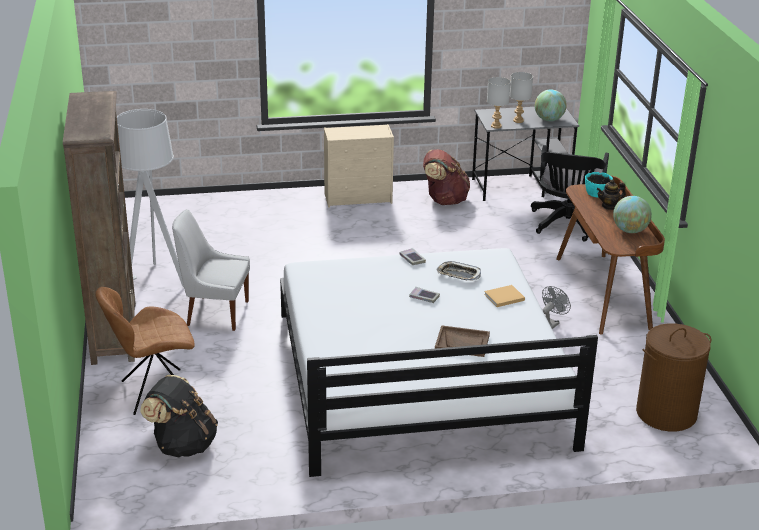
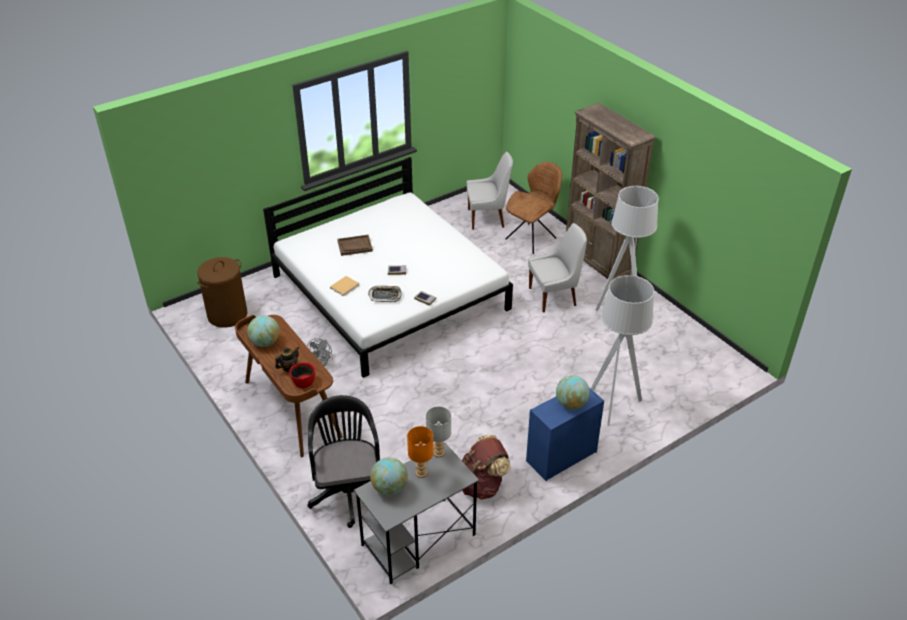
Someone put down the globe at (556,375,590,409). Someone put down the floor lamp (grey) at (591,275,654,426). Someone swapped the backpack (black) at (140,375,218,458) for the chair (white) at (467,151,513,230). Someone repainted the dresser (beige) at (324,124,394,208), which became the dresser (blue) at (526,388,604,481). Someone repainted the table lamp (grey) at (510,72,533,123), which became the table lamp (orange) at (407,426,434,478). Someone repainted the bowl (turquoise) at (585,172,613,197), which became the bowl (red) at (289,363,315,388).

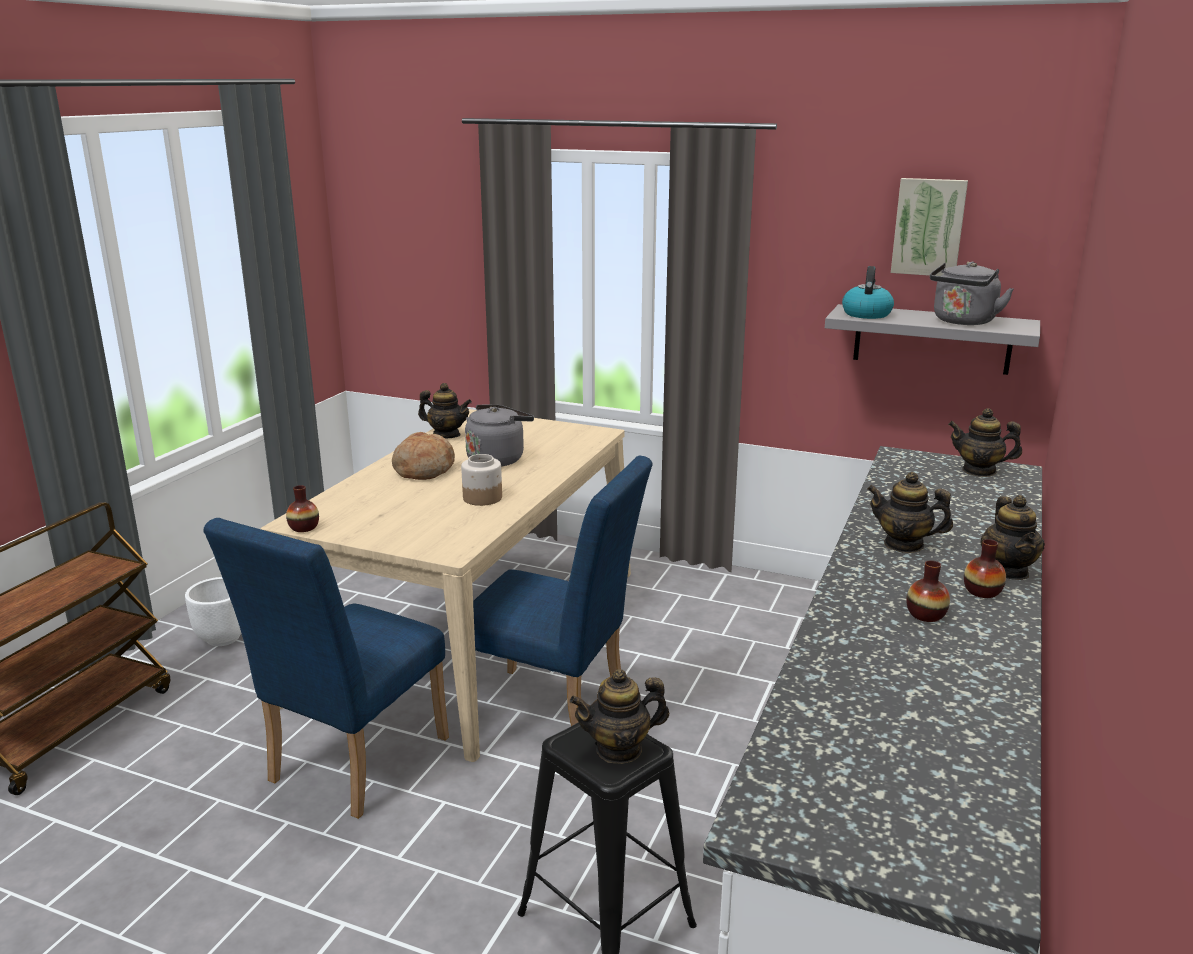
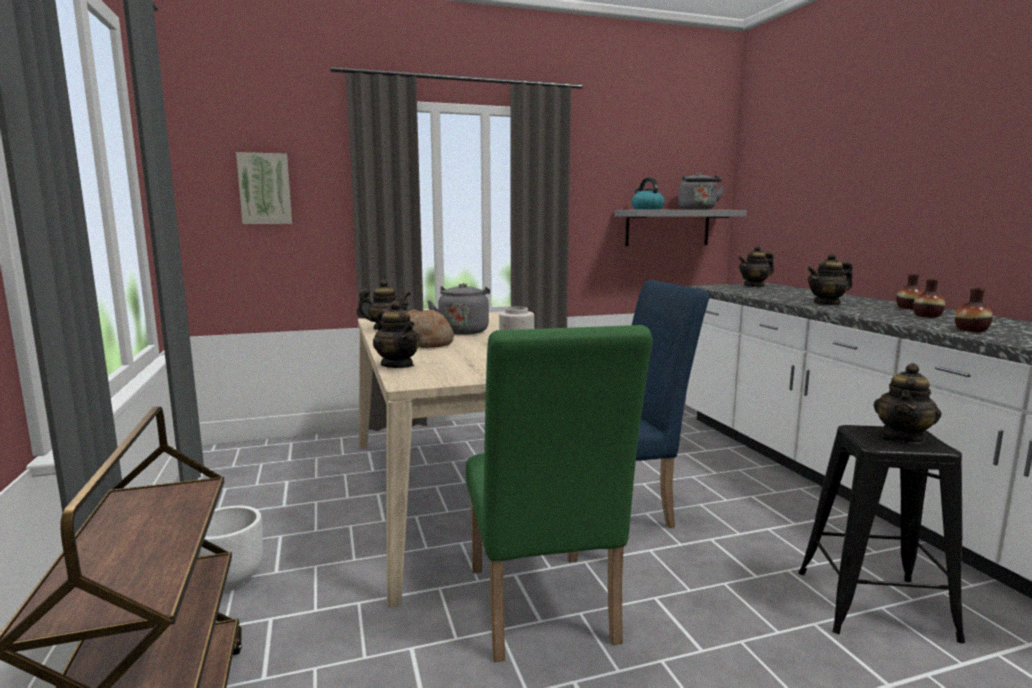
Someone carried the vase from (286,485,319,532) to (955,288,993,332). Someone carried the picture from (891,178,968,276) to (236,152,292,224). Someone carried the teapot from (980,495,1045,580) to (373,300,420,368). Someone repainted the chair (blue) at (203,518,449,819), which became the chair (green) at (466,325,653,662).

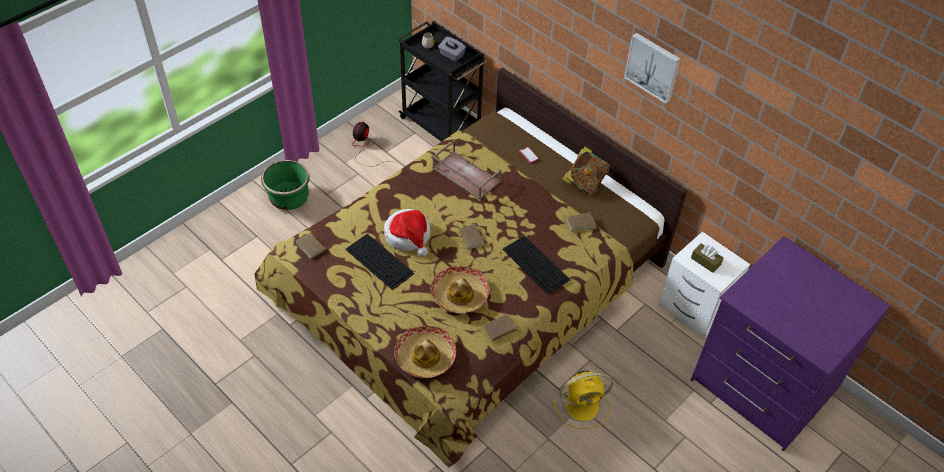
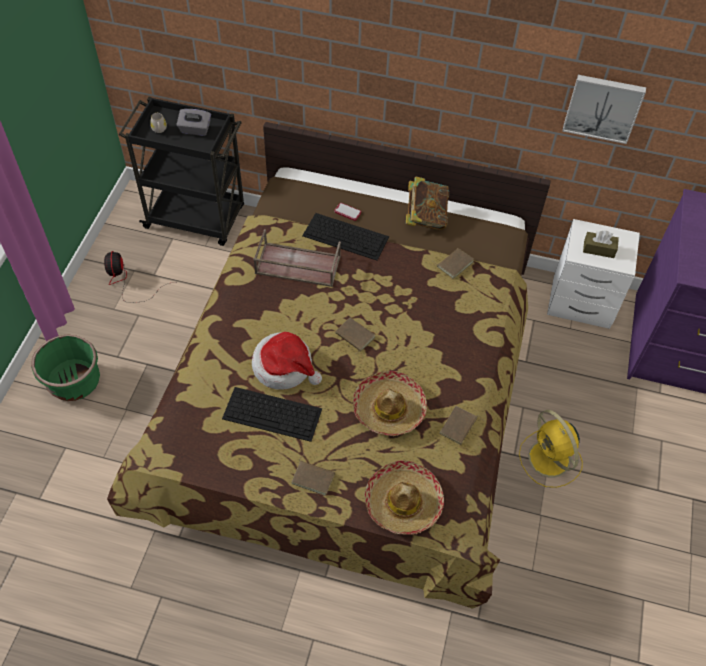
Someone carried the book (brown) from (296,230,326,259) to (291,454,335,496). Someone carried the keyboard from (502,236,570,294) to (302,213,389,260). Someone carried the picture from (624,33,680,104) to (562,75,646,144). Someone rotated the fan (yellow) at (553,371,613,429) by 105 degrees clockwise.

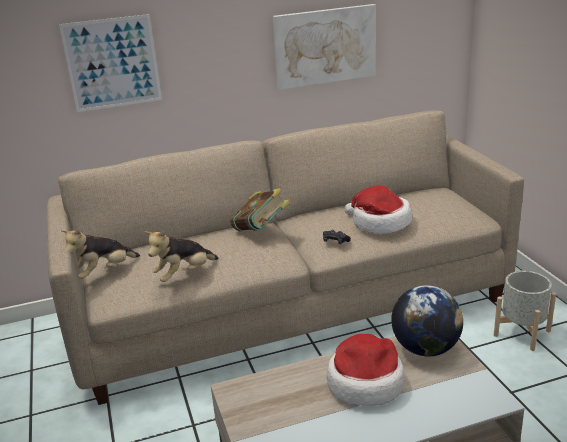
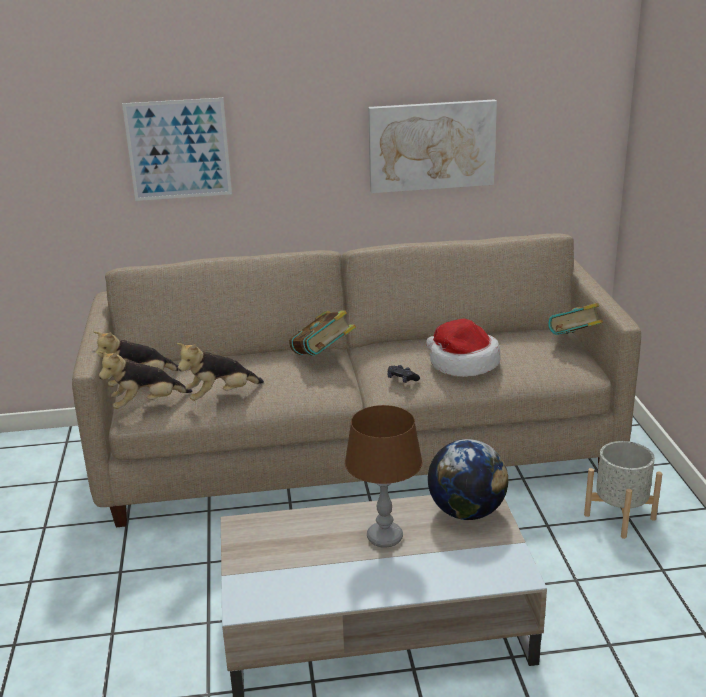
Someone put down the plush toy at (98,351,192,409). Someone put down the book at (548,303,603,335). Someone swapped the hat at (327,334,404,406) for the table lamp (brown) at (345,405,423,548).

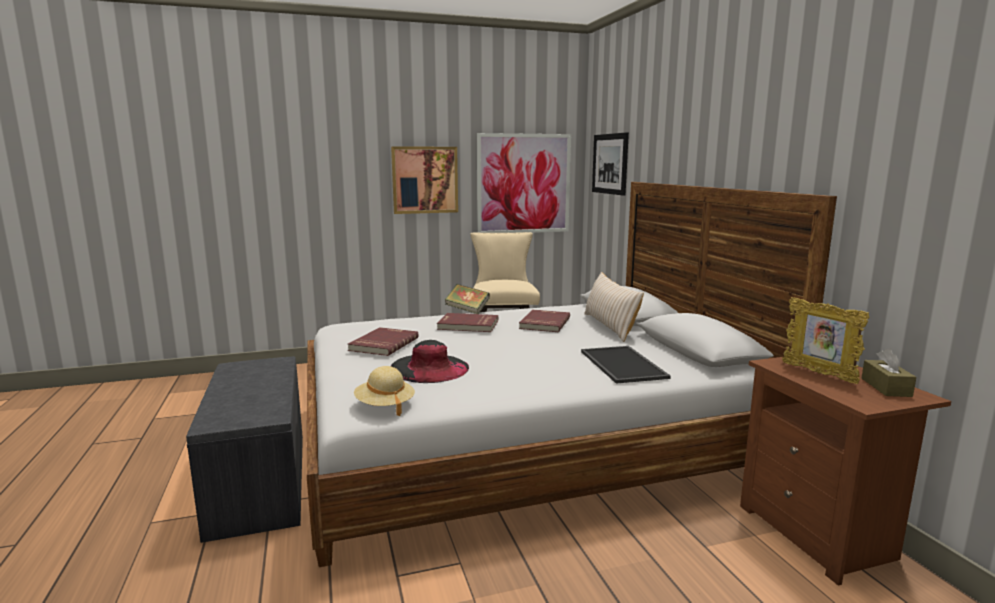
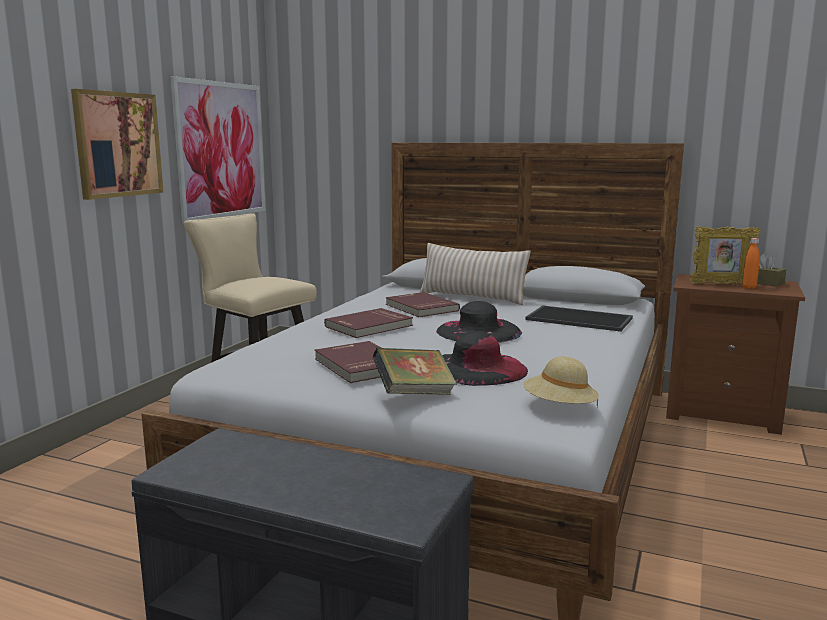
Someone took away the picture at (592,132,629,196). Someone put down the hat (black) at (436,301,522,343). Someone put down the bottle (orange) at (742,238,760,289). Someone carried the book from (445,284,490,314) to (373,348,457,395).

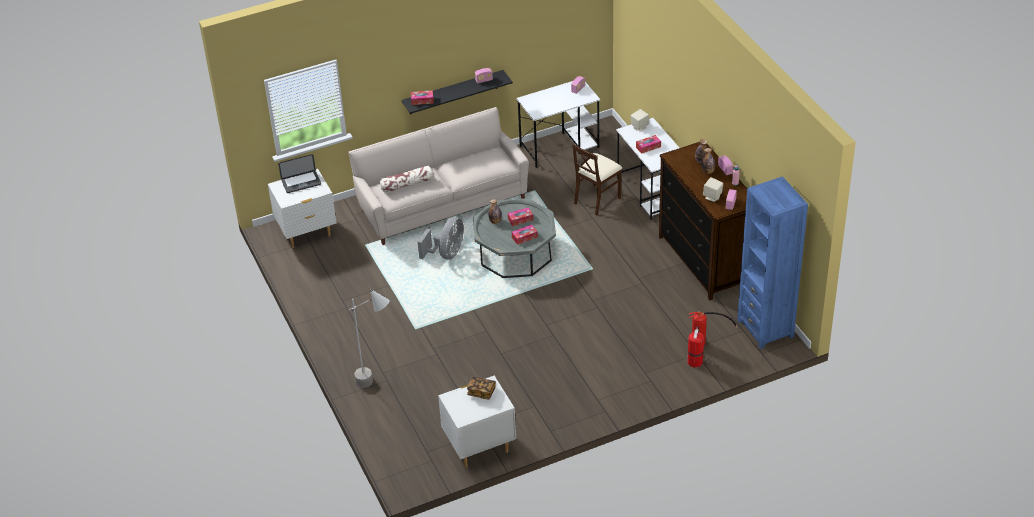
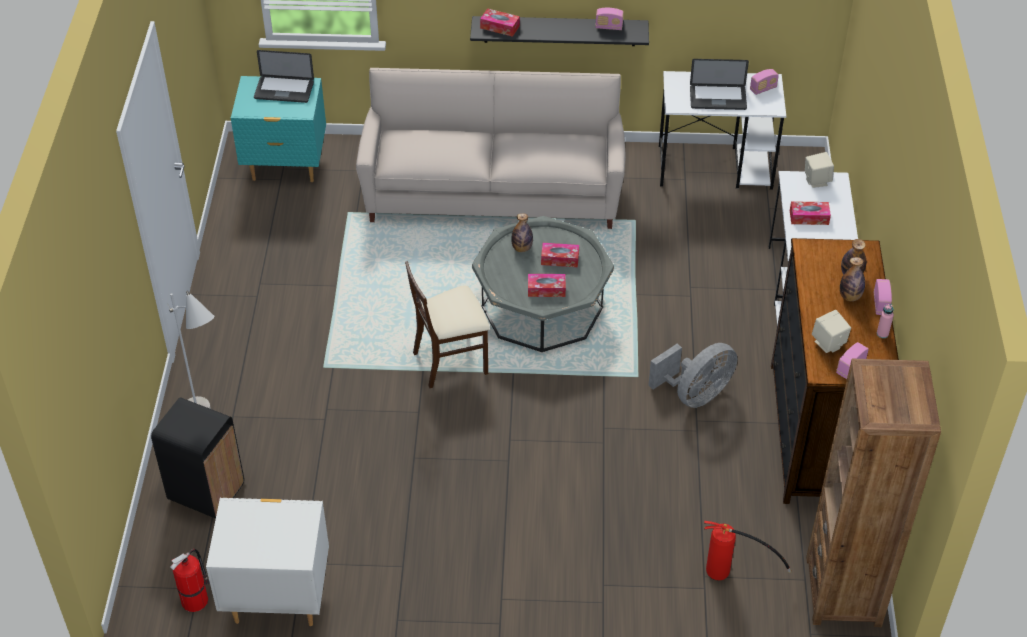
Someone took away the pillow at (380,165,433,193). Someone took away the book at (467,377,496,399). Someone put down the trash can (black) at (151,397,244,519). Someone put down the laptop at (690,59,749,110). Someone carried the fan (grey) from (418,217,464,259) to (648,343,737,408). Someone carried the chair (beige) from (572,144,622,216) to (405,261,490,388). Someone carried the fire extinguisher from (687,326,704,368) to (170,549,210,612). Someone repainted the nightstand (white) at (268,169,336,248), which became the nightstand (turquoise) at (231,76,326,182). Someone repainted the bookcase (blue) at (737,177,808,349), which became the bookcase (brown) at (806,359,941,627).

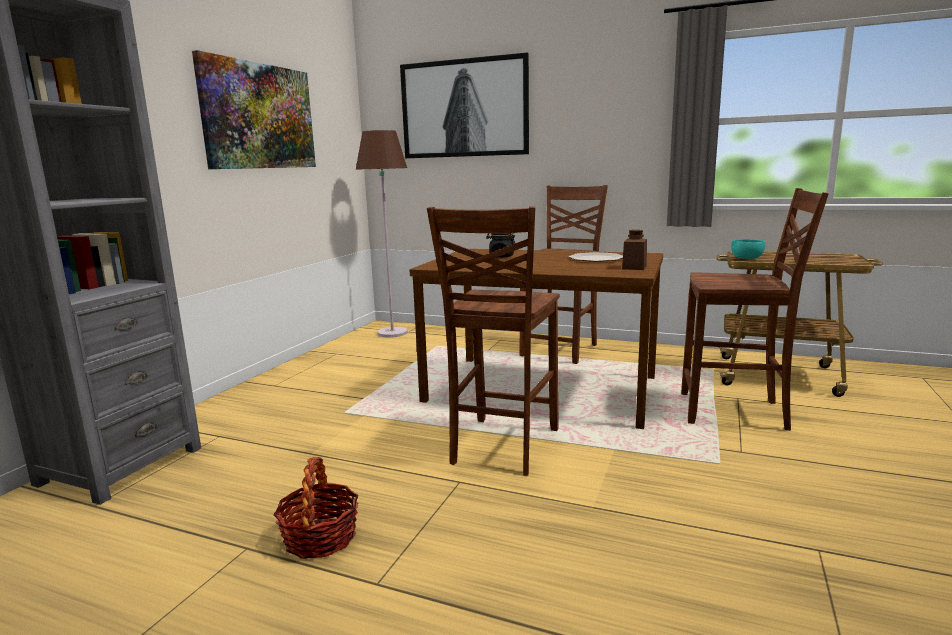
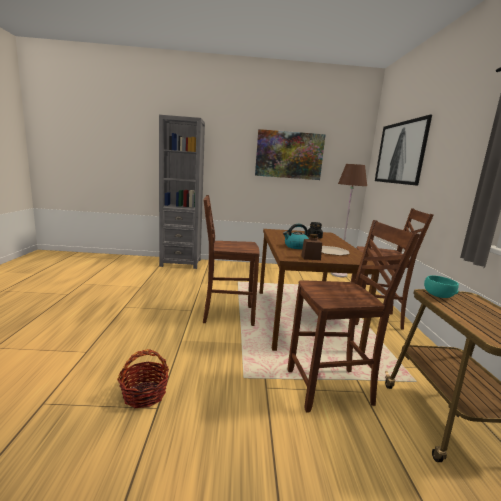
Someone put down the kettle at (283,224,309,249). Someone carried the basket from (273,457,359,559) to (117,349,169,408). Someone rotated the chair (brown) at (681,188,829,431) by 90 degrees counterclockwise.

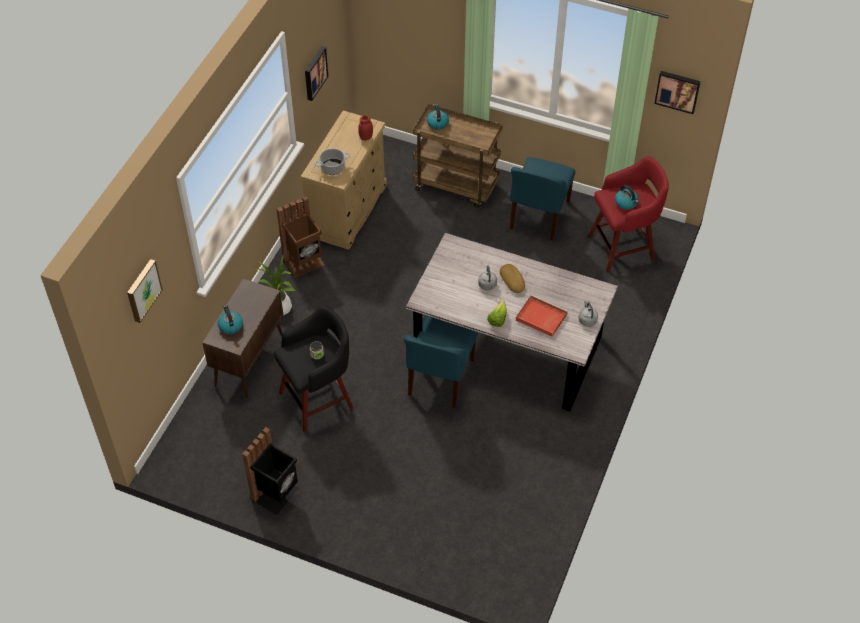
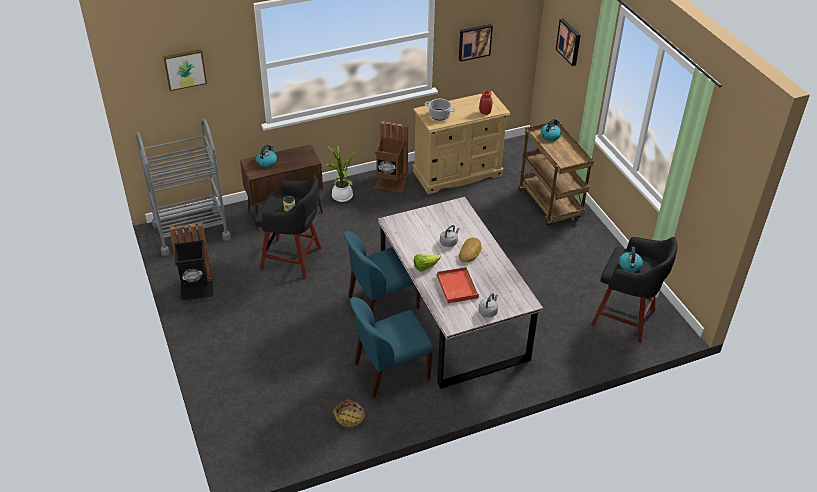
Someone put down the cart (grey) at (136,118,231,256). Someone put down the basket at (333,399,368,428). Someone carried the chair (blue) from (510,157,575,241) to (350,297,434,398). Someone carried the picture from (654,71,701,114) to (556,18,581,66). Someone repainted the stool (red) at (588,156,669,272), which became the stool (black) at (591,237,677,343).

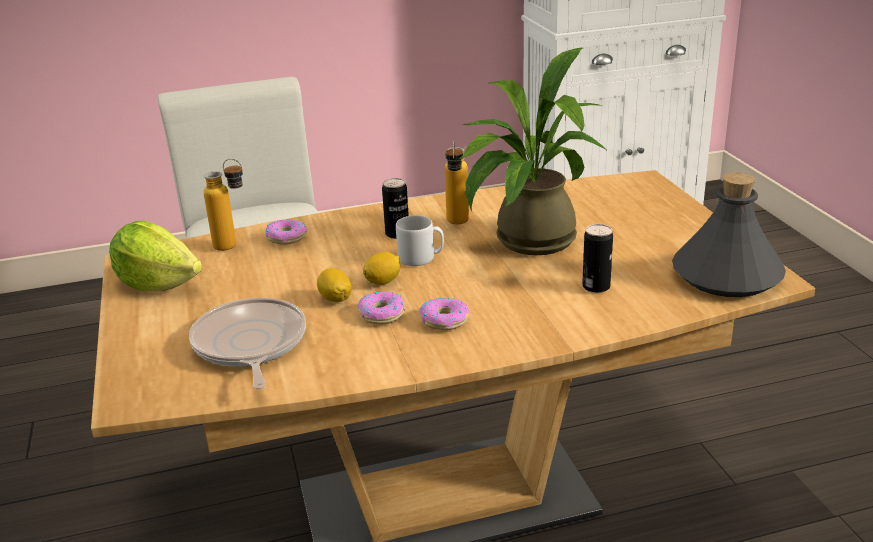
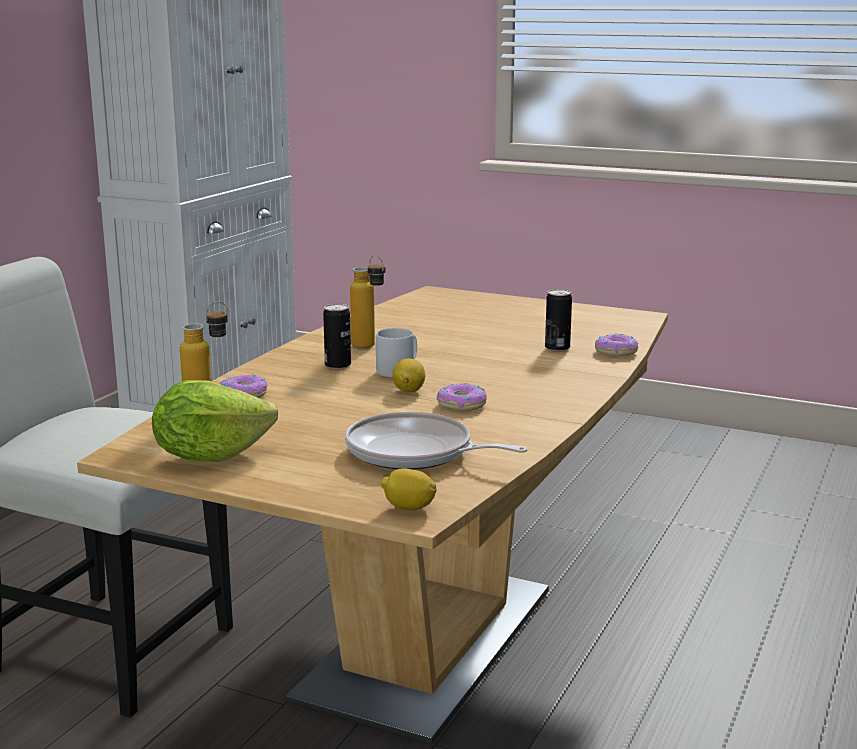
Someone took away the potted plant at (459,48,606,255). Someone took away the bottle (grey) at (672,173,786,297). Someone carried the lemon from (317,268,352,302) to (381,468,437,510). Someone carried the donut from (419,297,470,331) to (595,334,638,357).

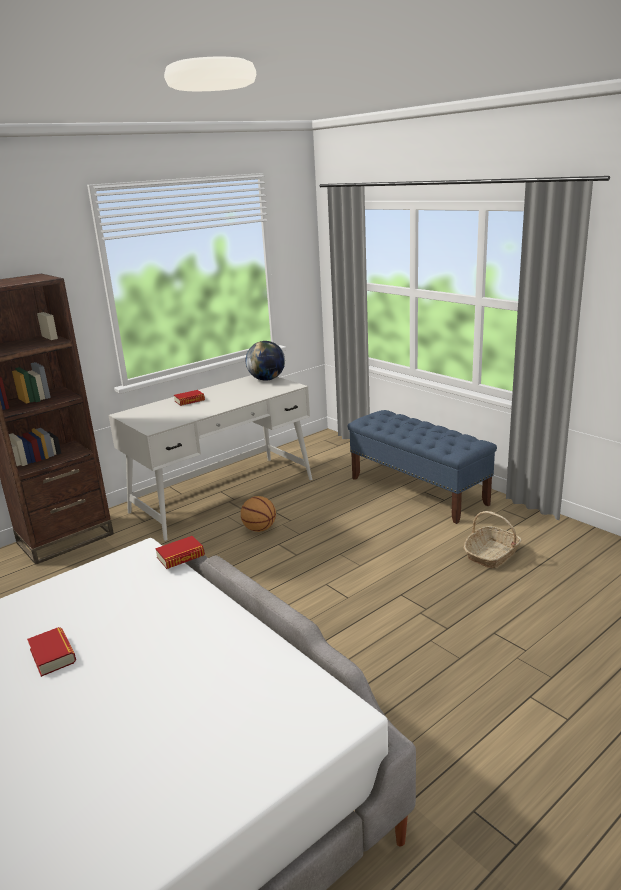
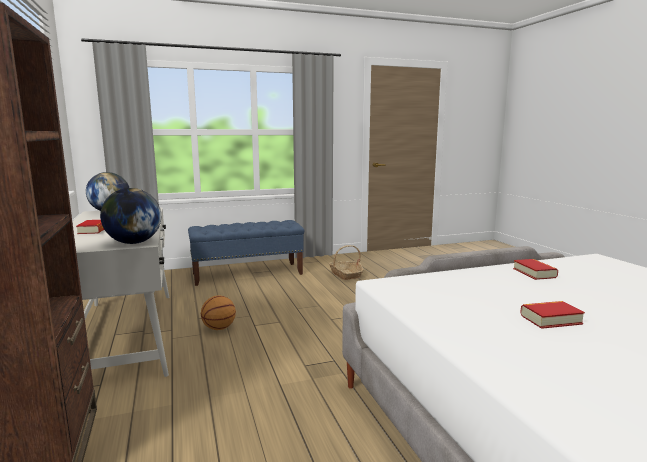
Someone put down the globe at (100,188,161,244). Someone carried the book from (155,536,205,569) to (513,259,558,280).

